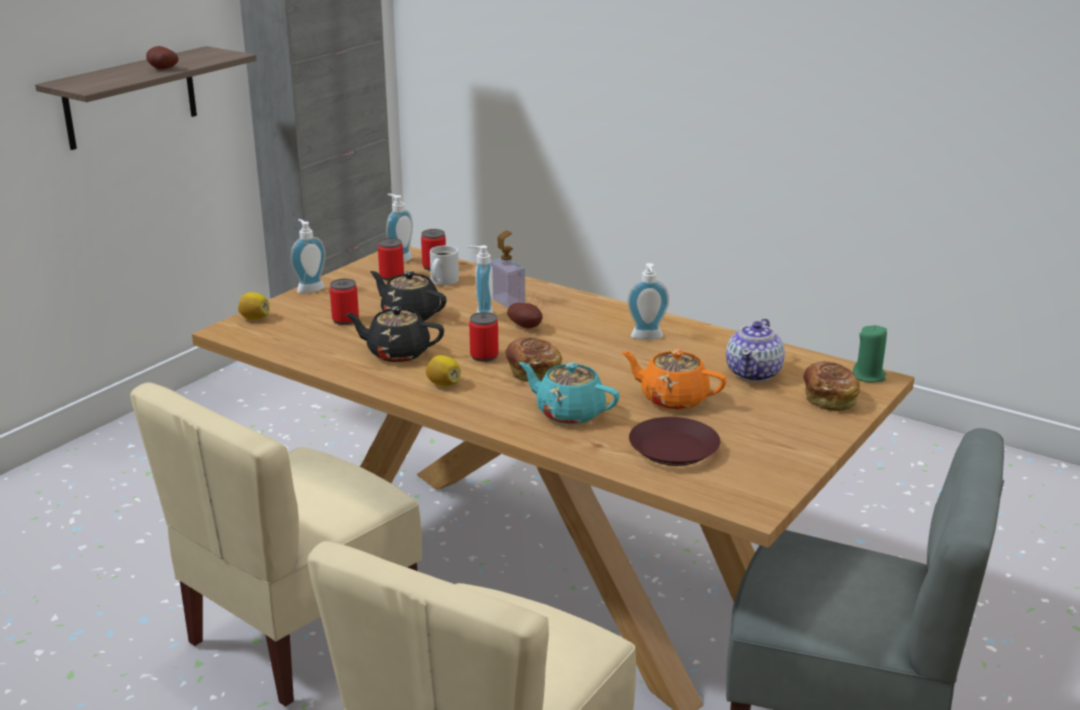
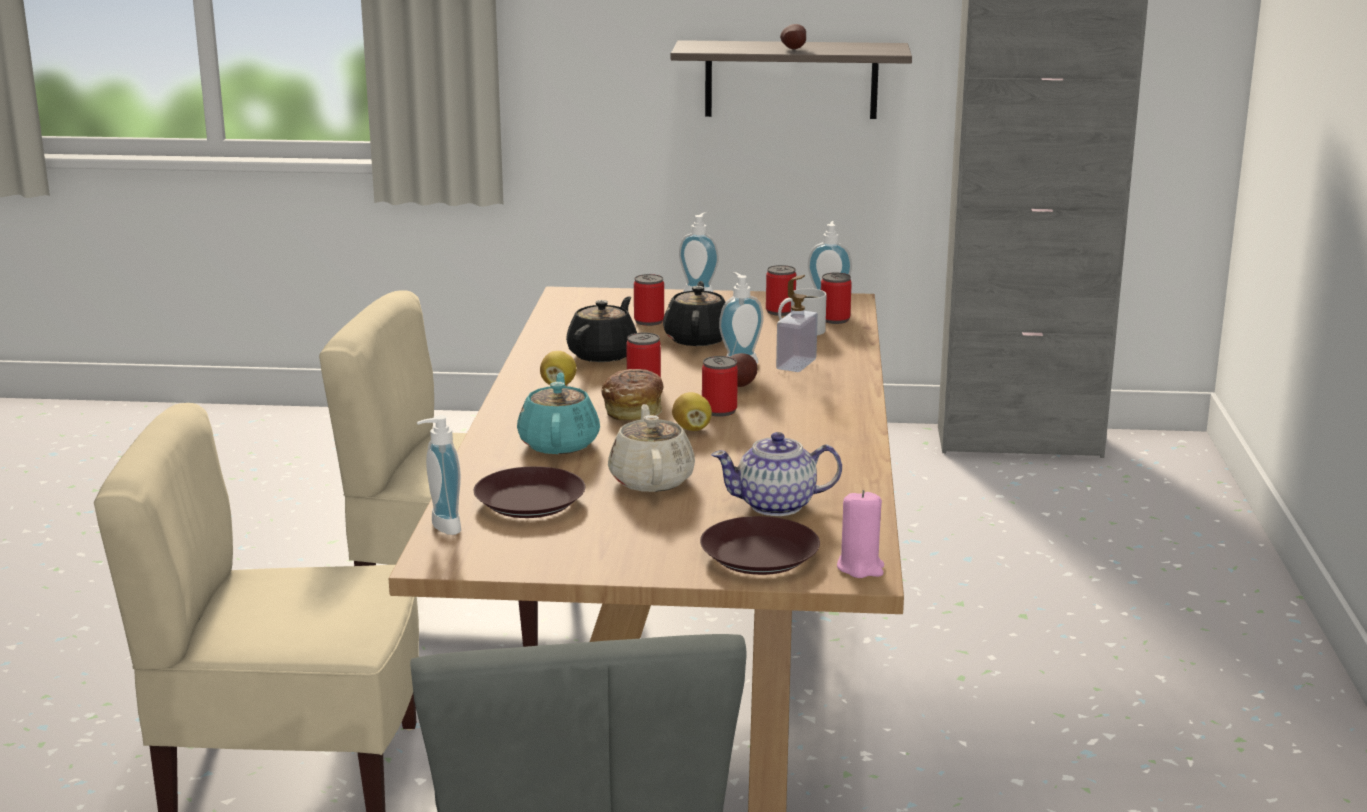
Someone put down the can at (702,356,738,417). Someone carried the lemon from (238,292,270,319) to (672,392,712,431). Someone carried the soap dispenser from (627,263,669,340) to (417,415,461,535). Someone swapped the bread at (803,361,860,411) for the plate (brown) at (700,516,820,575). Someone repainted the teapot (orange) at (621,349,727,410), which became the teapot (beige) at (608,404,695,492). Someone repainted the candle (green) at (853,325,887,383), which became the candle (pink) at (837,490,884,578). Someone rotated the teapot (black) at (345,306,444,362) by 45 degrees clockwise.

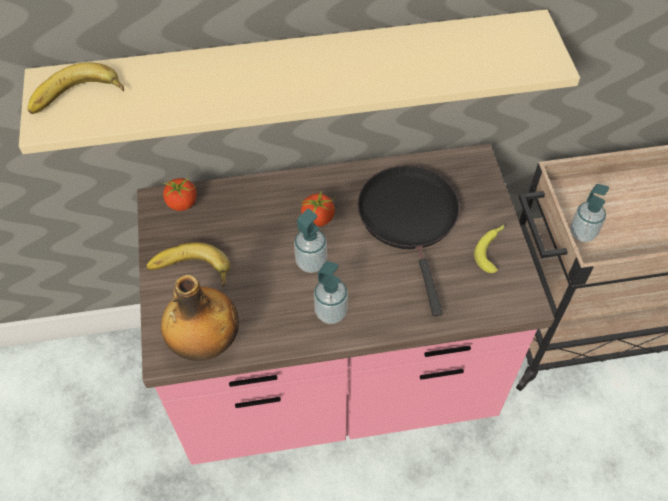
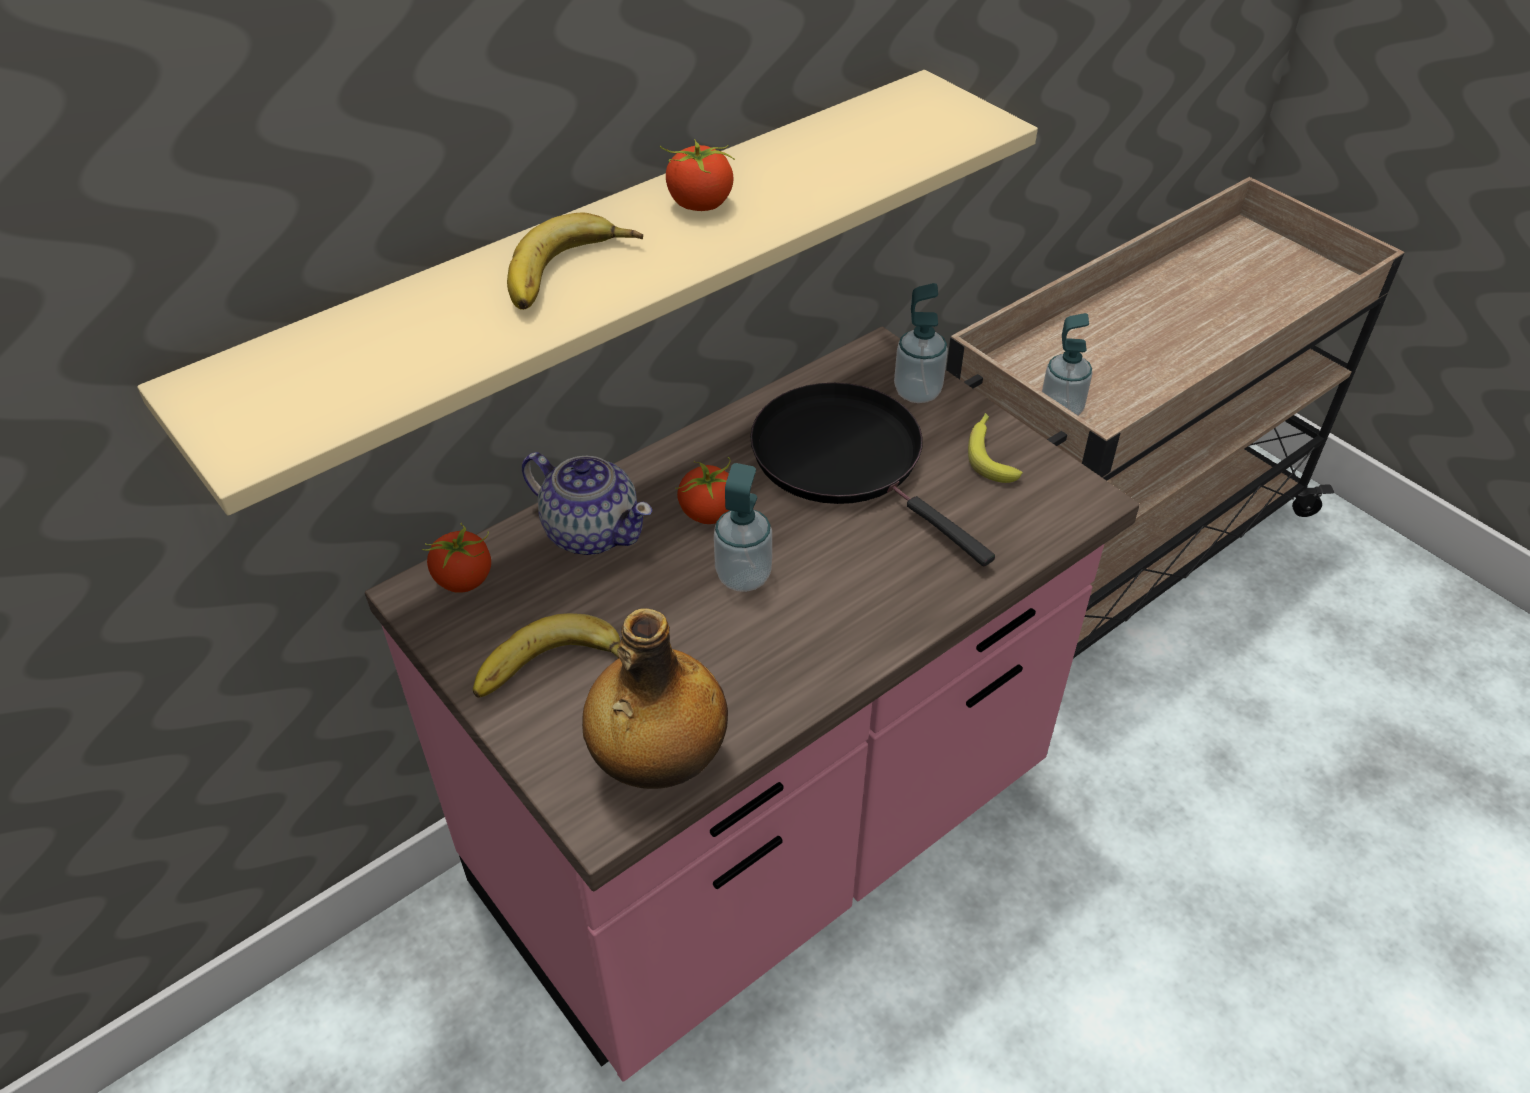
Someone put down the teapot at (522,452,652,555). Someone put down the tomato at (660,139,735,211). Someone carried the banana from (28,62,124,114) to (507,212,643,310). Someone carried the soap dispenser from (314,261,348,324) to (894,283,948,403).

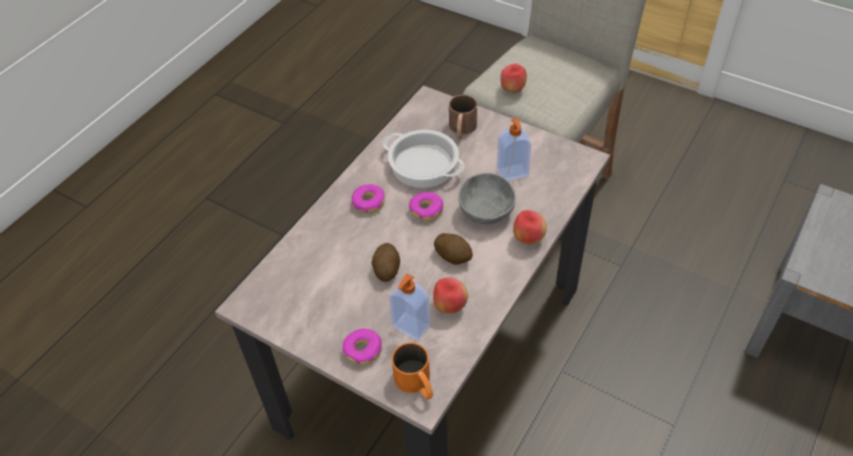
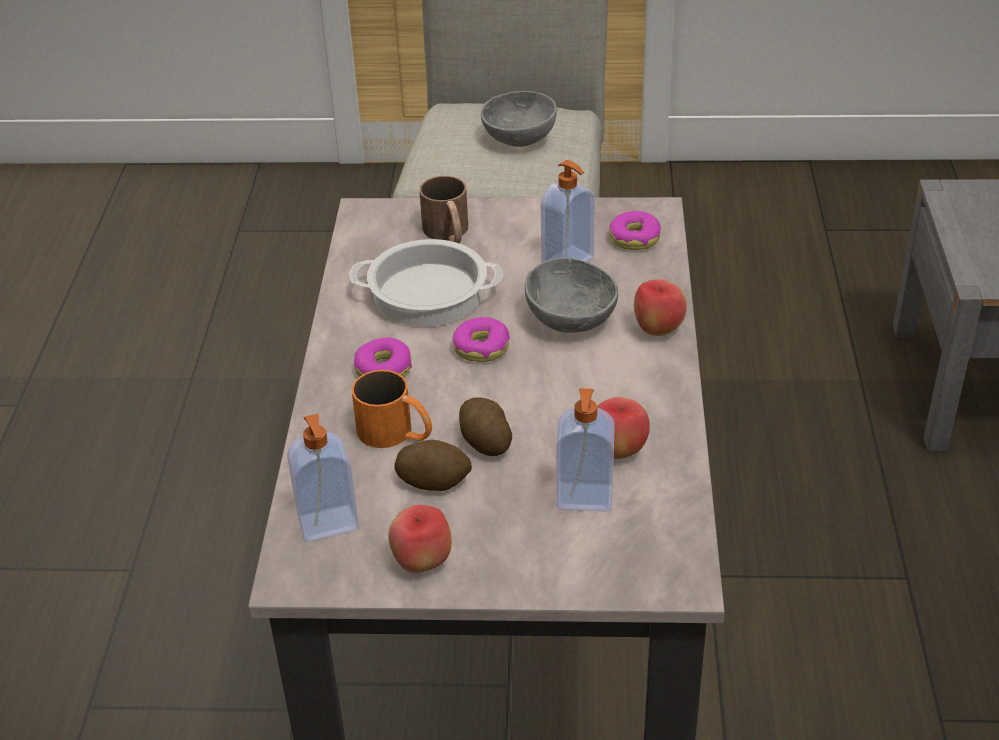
Someone put down the soap dispenser at (287,414,359,542). Someone put down the bowl (grey) at (481,91,557,147). Someone carried the donut from (342,329,382,365) to (609,211,661,250). Someone carried the mug (orange) from (392,342,433,399) to (352,370,432,448). Someone carried the potato from (434,233,473,265) to (395,440,472,491). Someone carried the apple from (500,64,527,93) to (388,505,452,573).

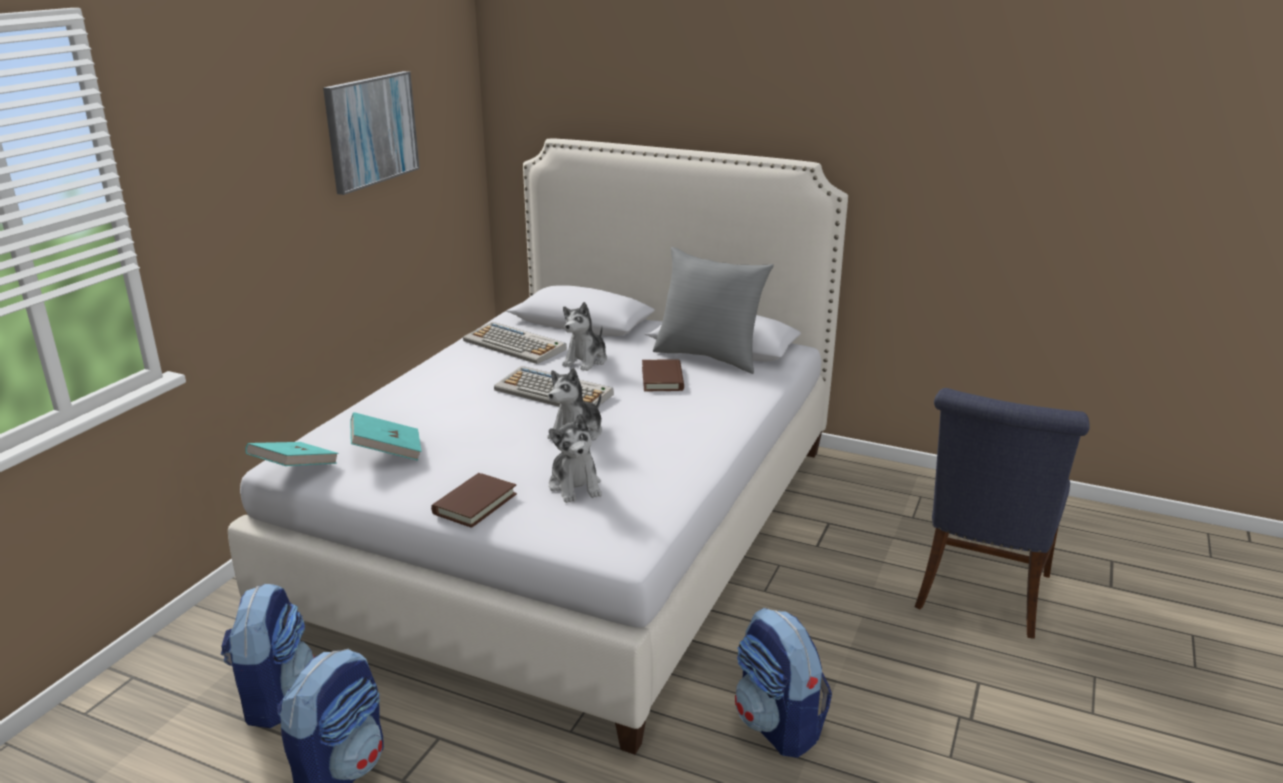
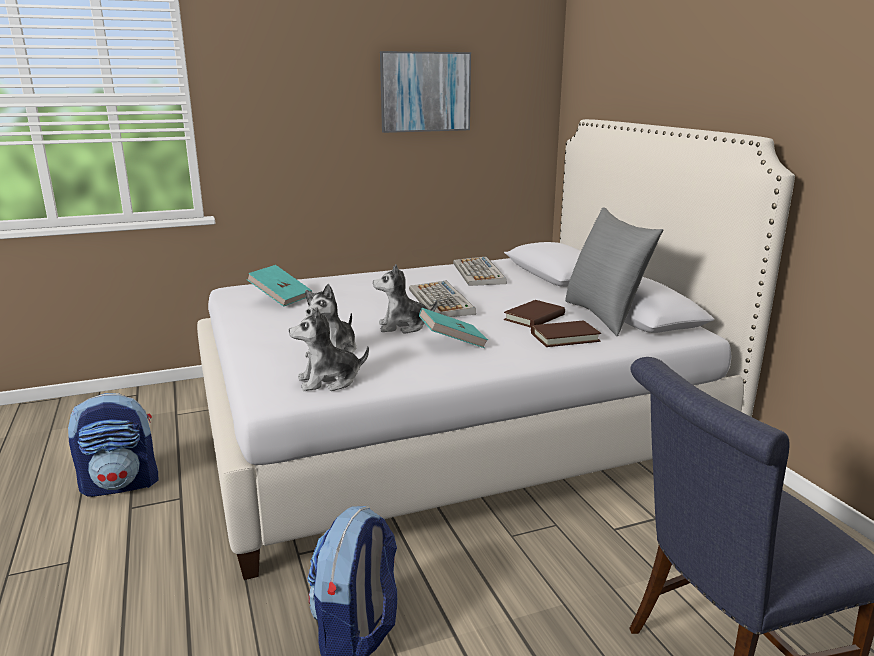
Someone took away the backpack at (220,583,315,728). Someone carried the book (turquoise) from (245,442,339,466) to (419,308,488,348). Someone carried the book (brown) from (431,473,517,528) to (531,321,601,347). Someone carried the plush toy from (562,302,607,371) to (289,307,369,391).

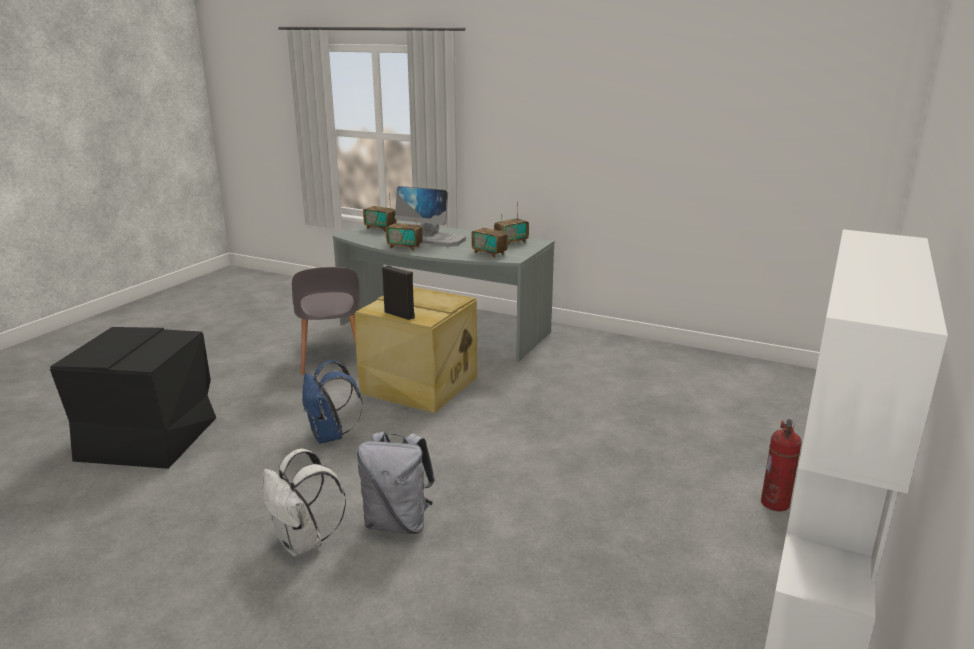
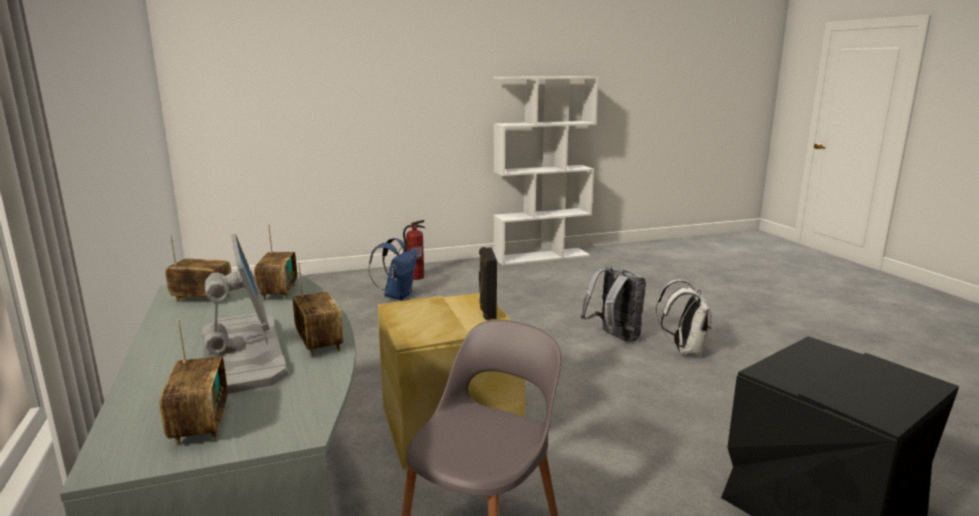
Someone carried the backpack (blue) from (302,360,363,444) to (369,238,416,300).

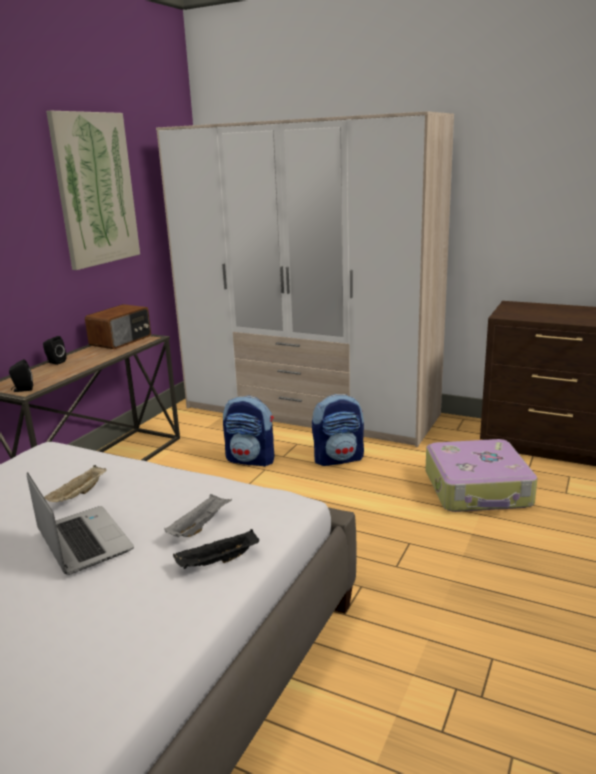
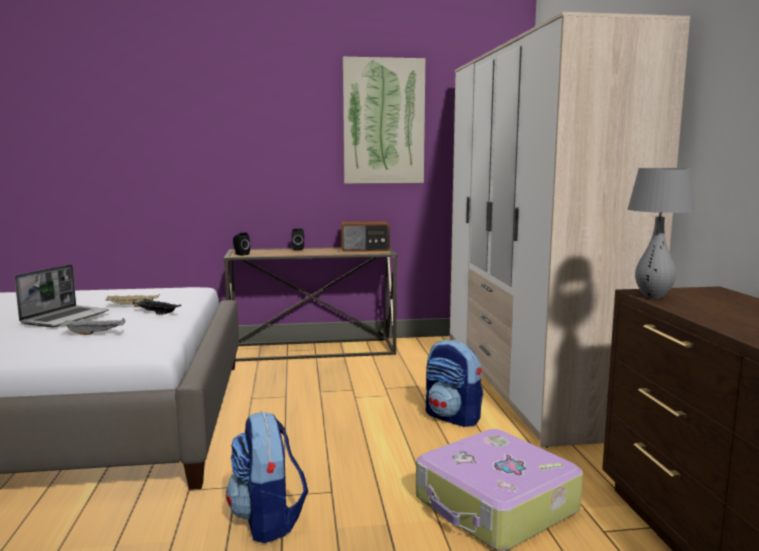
Someone put down the table lamp (grey) at (628,168,695,299). Someone carried the tray (black) from (173,529,259,569) to (133,298,181,315). Someone carried the backpack from (223,395,275,467) to (226,411,308,543).

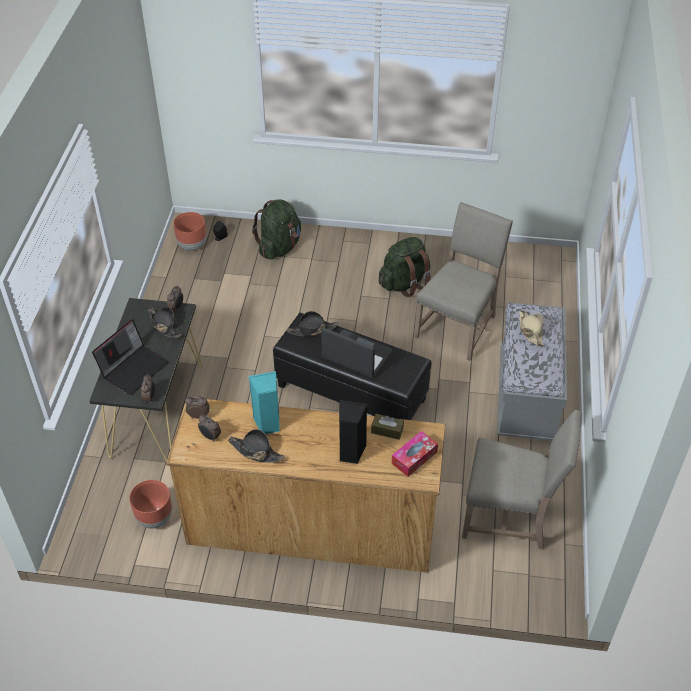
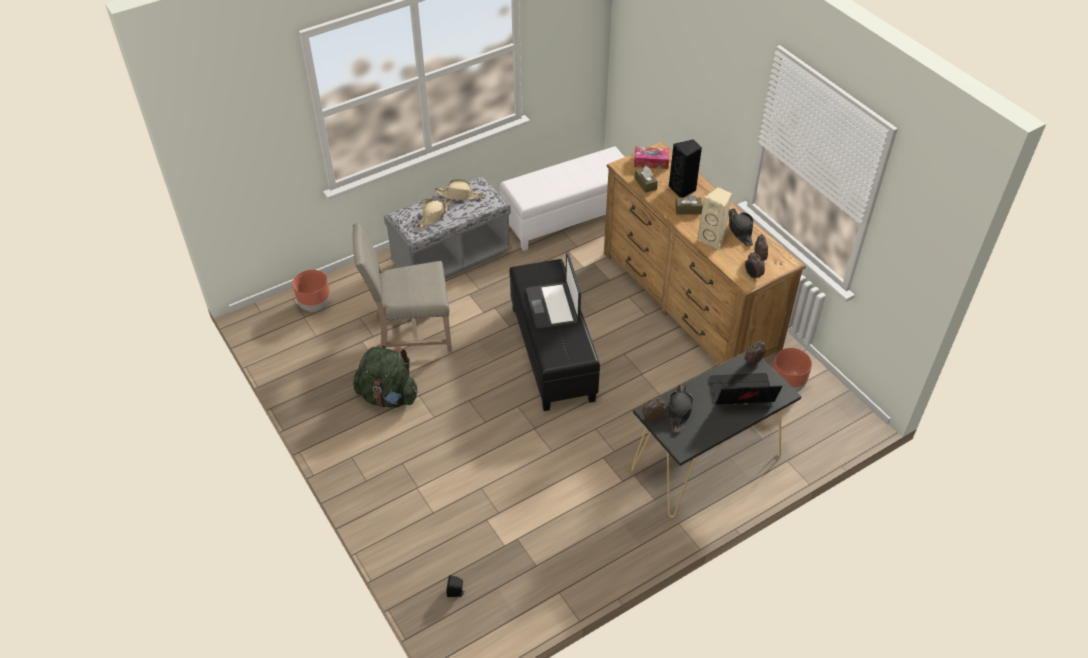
Someone took away the backpack (green) at (252,199,301,260). Someone took away the hat (black) at (287,311,338,336). Someone put down the hat (beige) at (435,179,483,200). Someone put down the tissue box (brown) at (675,194,703,214). Someone carried the planter (brown) from (173,212,206,251) to (293,270,330,312). Someone swapped the chair (beige) at (462,410,582,550) for the ottoman (white) at (500,146,624,251). Someone repainted the speaker (turquoise) at (249,371,280,434), which became the speaker (beige) at (697,187,732,249).

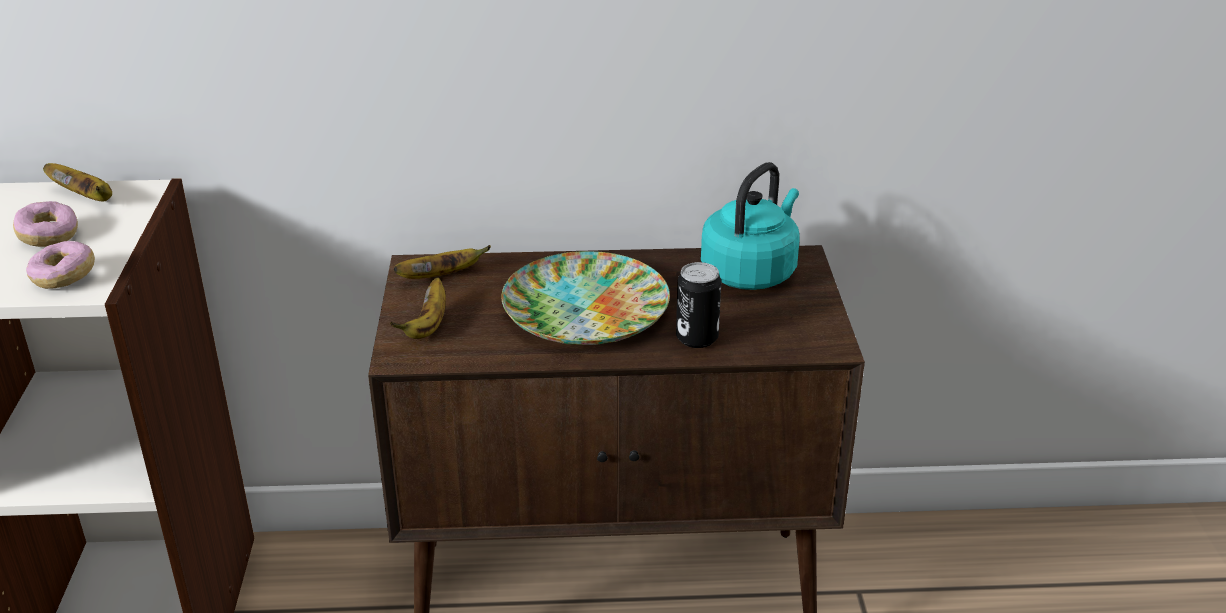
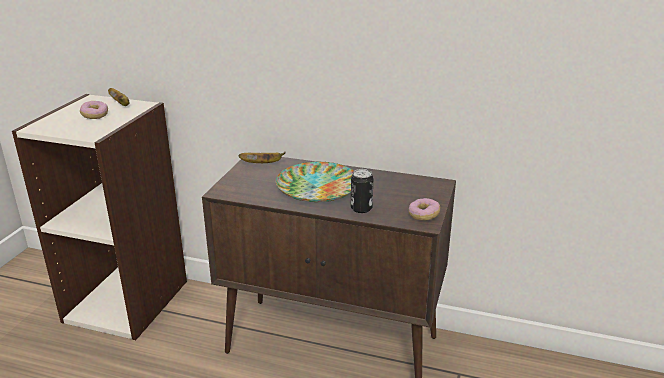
Someone took away the banana at (390,277,446,339). Someone took away the kettle (turquoise) at (701,162,800,290). Someone carried the donut from (26,241,95,289) to (408,198,440,220).

